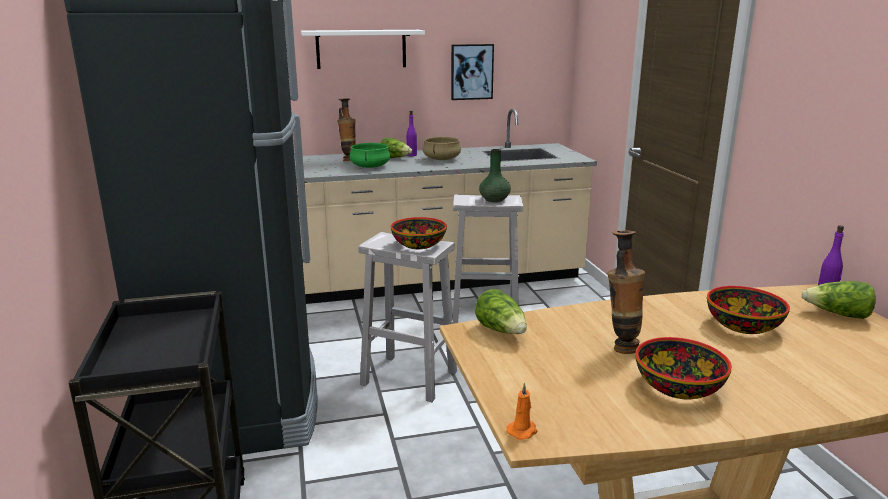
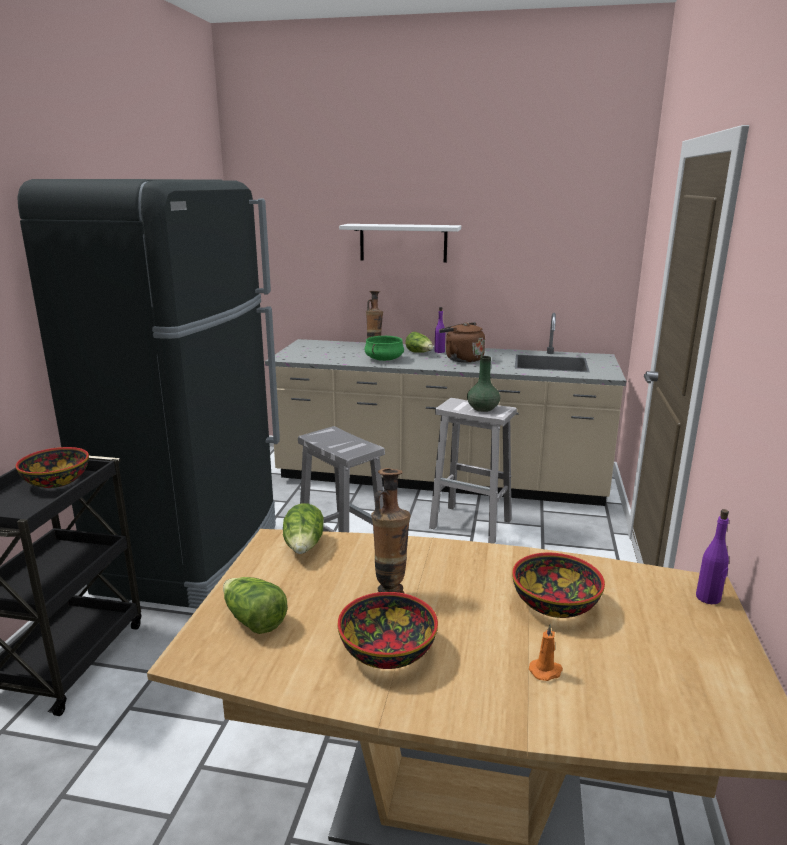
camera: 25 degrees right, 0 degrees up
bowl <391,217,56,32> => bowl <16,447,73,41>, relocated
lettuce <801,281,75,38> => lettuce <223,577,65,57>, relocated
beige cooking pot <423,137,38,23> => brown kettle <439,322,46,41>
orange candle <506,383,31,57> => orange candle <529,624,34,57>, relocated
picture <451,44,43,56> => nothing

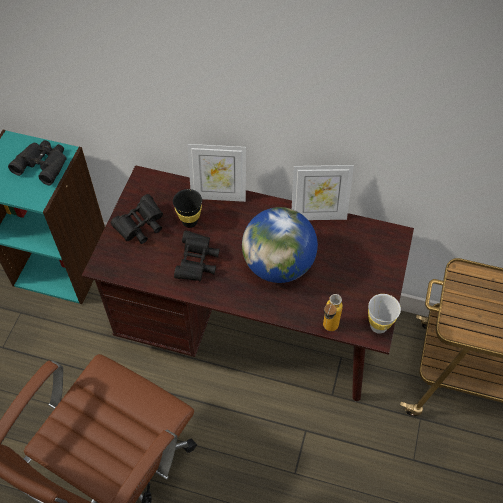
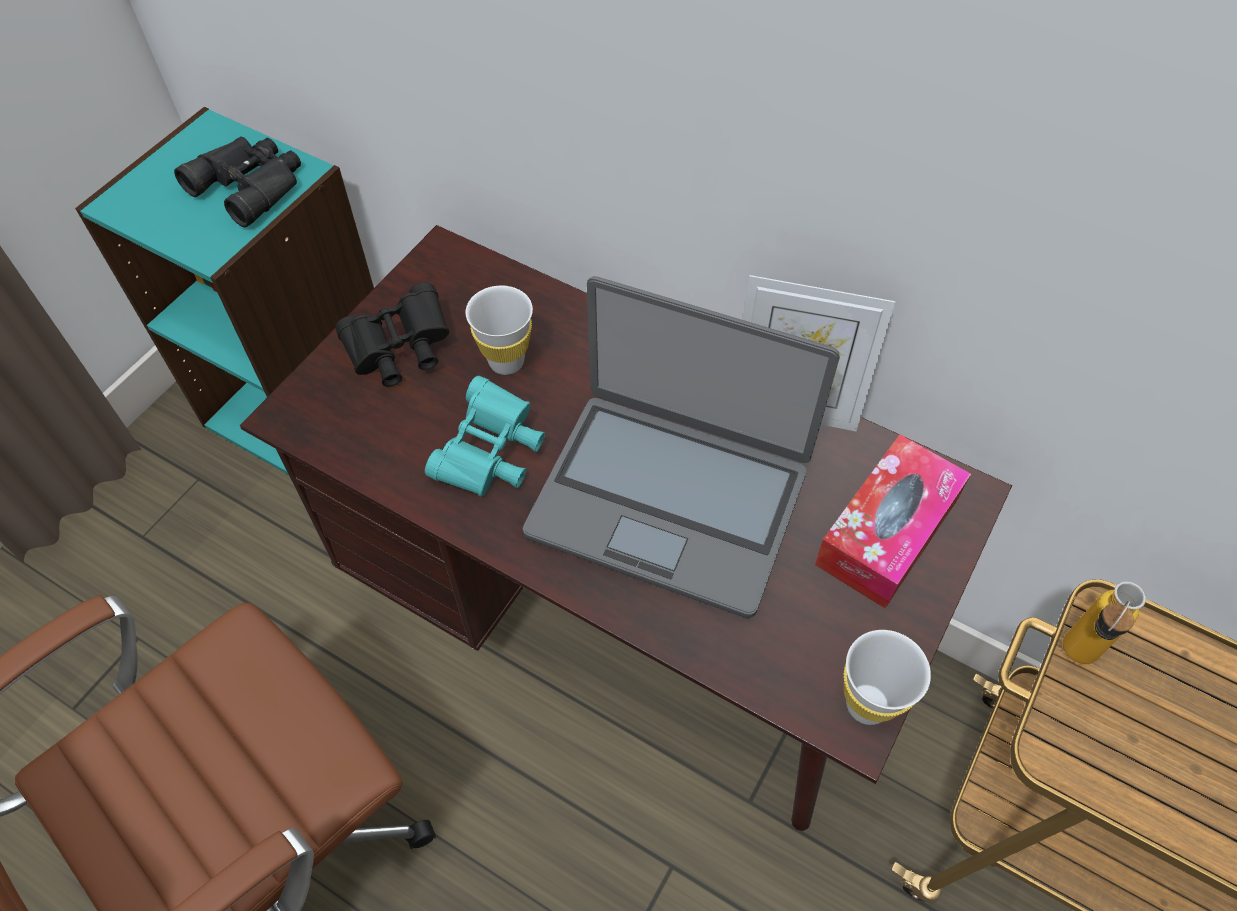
camera: 15 degrees right, 0 degrees up
black binoculars <174,231,46,50> => turquoise binoculars <425,376,120,121>
black cup <173,189,29,39> => white cup <466,286,67,89>
globe <242,207,76,76> => laptop <523,276,317,342>
nothing => tissue box <814,434,157,174>
bottle <323,294,20,37> => bottle <1063,581,83,83>, relocated
picture frame <187,144,59,58> => nothing

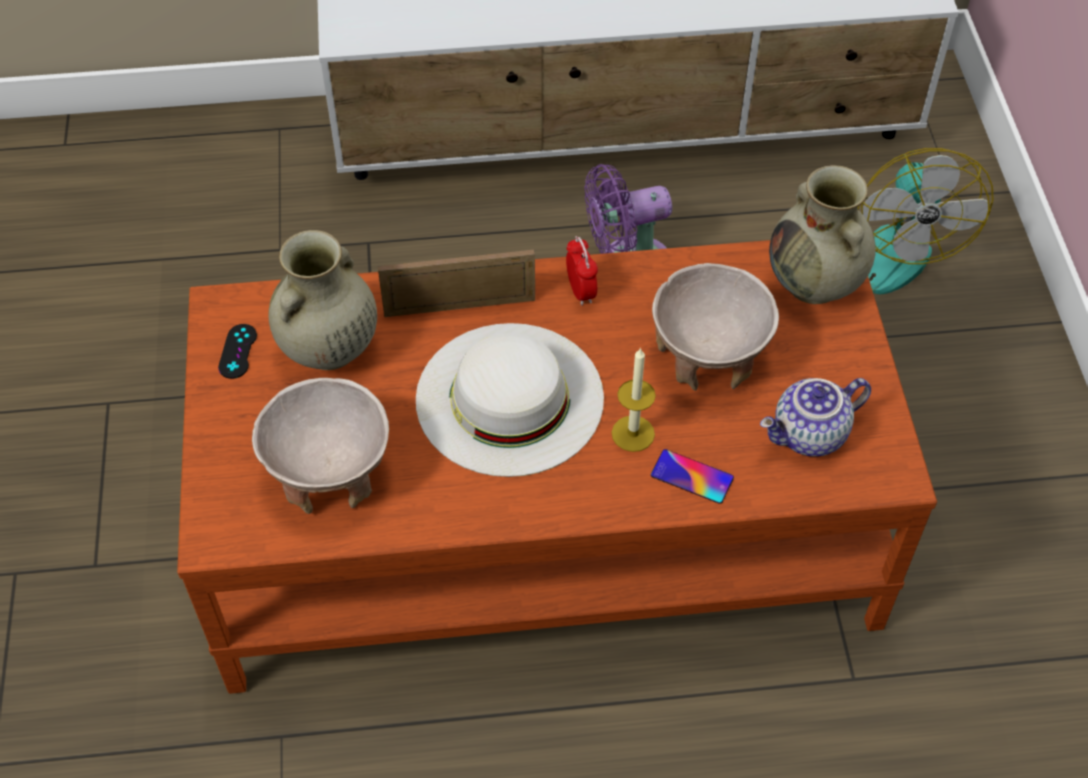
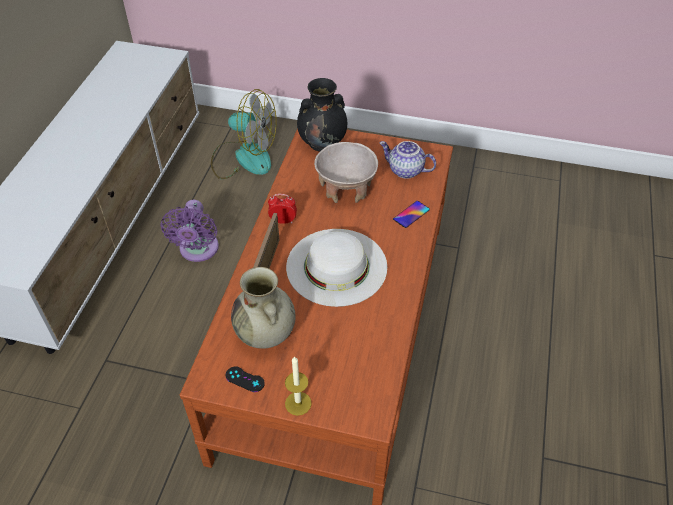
camera: 70 degrees left, 5 degrees down
candle <612,347,44,105> => candle <285,356,27,60>, relocated
beige vase <769,165,107,139> => black vase <297,78,50,74>
teapot <760,378,111,79> => teapot <380,141,56,38>, 120 degrees clockwise
beige bowl <252,378,137,136> => nothing

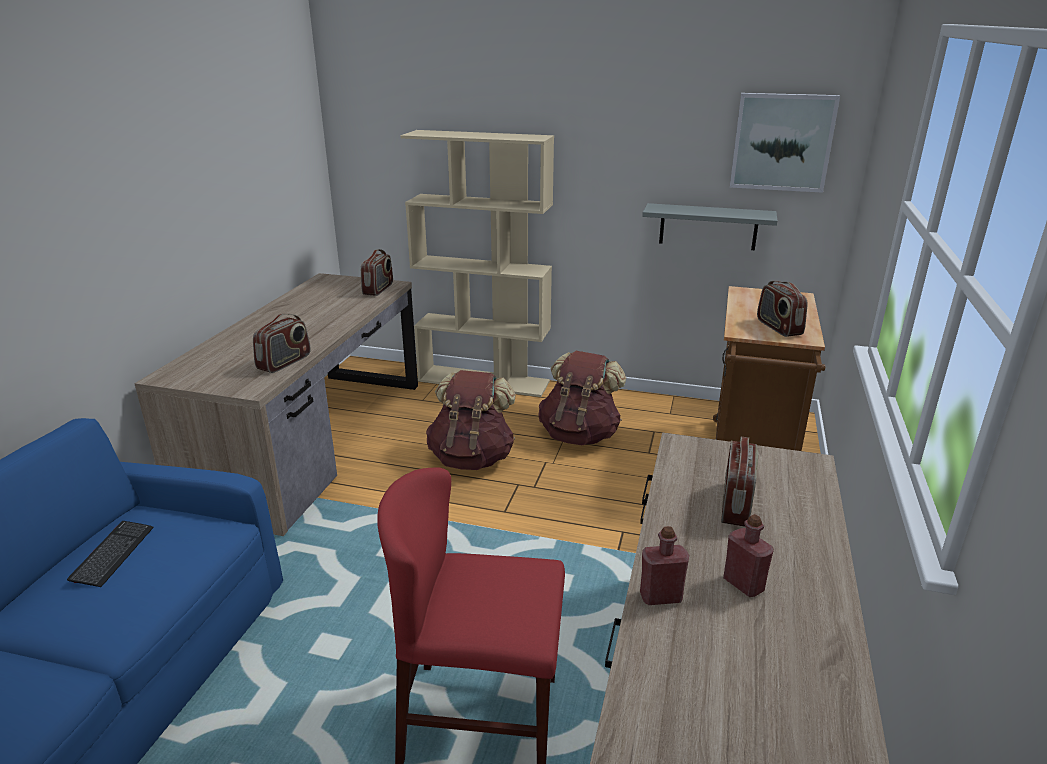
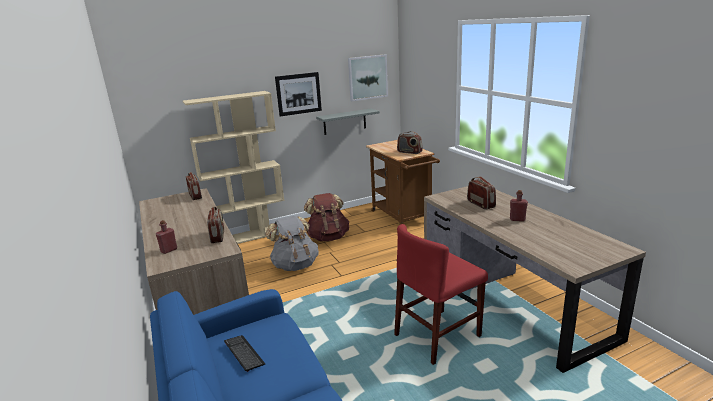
camera: 40 degrees left, 5 degrees down
red bottle <640,526,49,79> => red bottle <156,220,21,34>, relocated
brown backpack <426,370,90,100> => grey backpack <265,216,54,55>
nothing => picture <275,72,47,45>

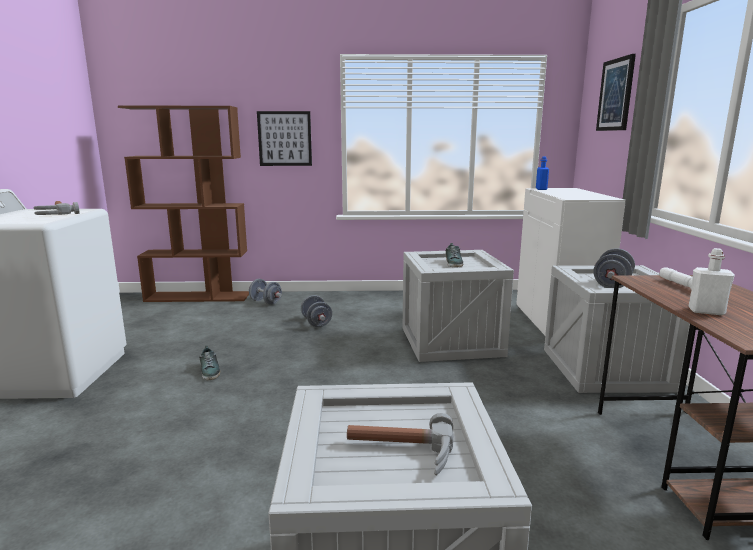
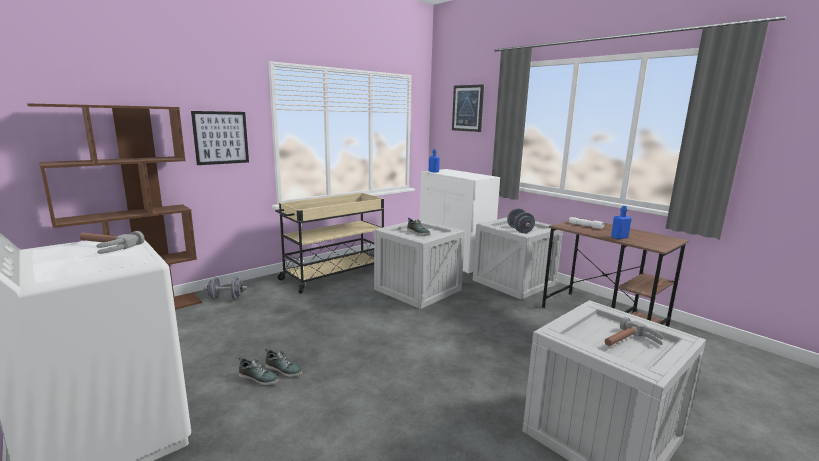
camera: 40 degrees left, 0 degrees up
nothing => shoe <238,357,40,29>
nothing => beige cart <275,193,109,101>
white bottle <689,248,46,67> => blue bottle <611,206,21,33>
grey dumbbell <301,295,31,32> => nothing

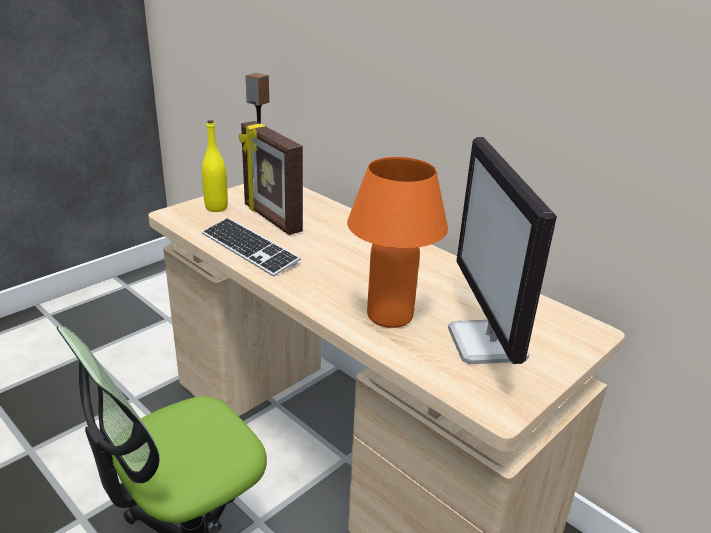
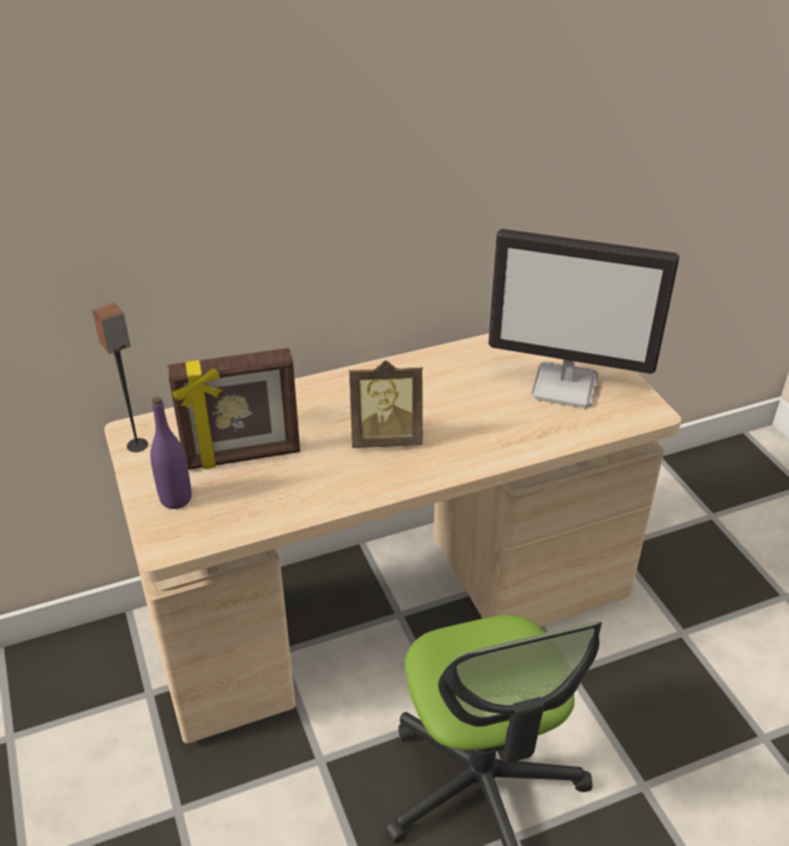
camera: 65 degrees left, 10 degrees up
yellow bottle <202,120,26,92> => purple bottle <150,397,42,112>
nothing => picture frame <349,360,74,88>
keyboard <202,218,99,59> => nothing
orange table lamp <347,157,101,171> => nothing

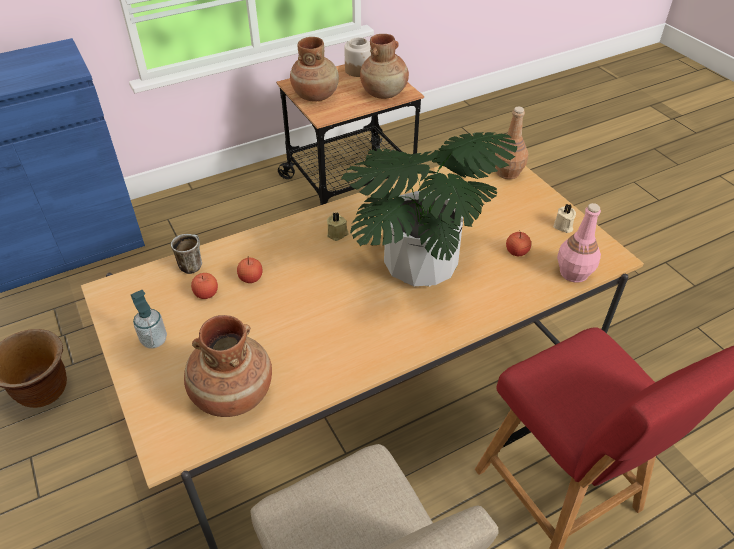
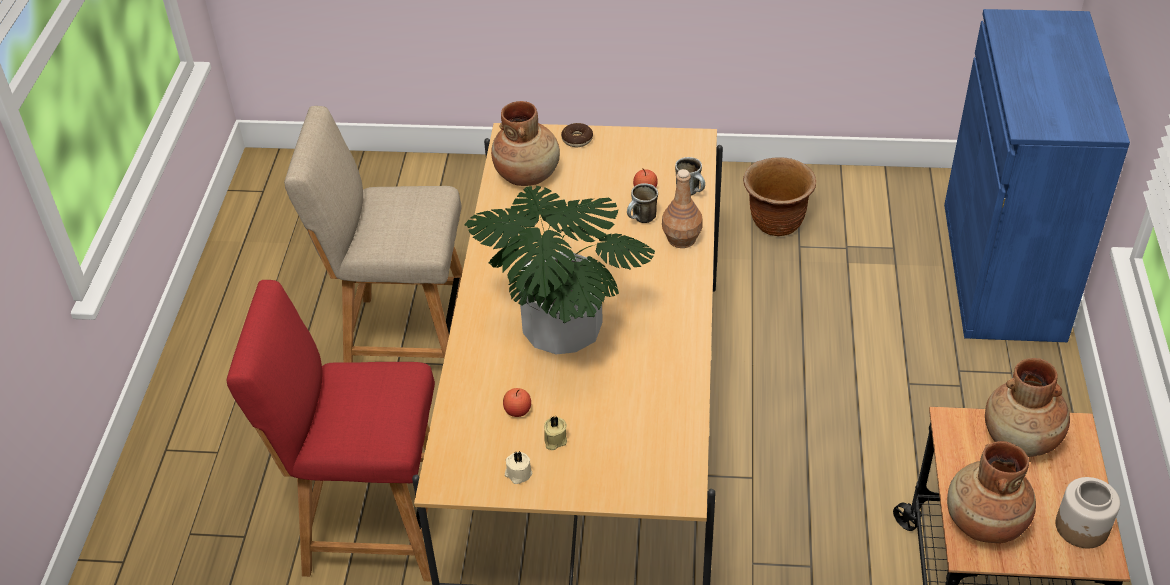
camera: 125 degrees right, 0 degrees up
beige candle <327,212,22,29> => beige candle <544,416,23,34>, relocated
nothing => donut <561,123,32,24>
apple <237,256,25,27> => mug <627,183,31,40>
brown bottle <495,107,33,72> => brown bottle <662,169,41,79>, relocated
soap dispenser <131,290,36,59> => nothing
pink bottle <557,203,44,80> => nothing

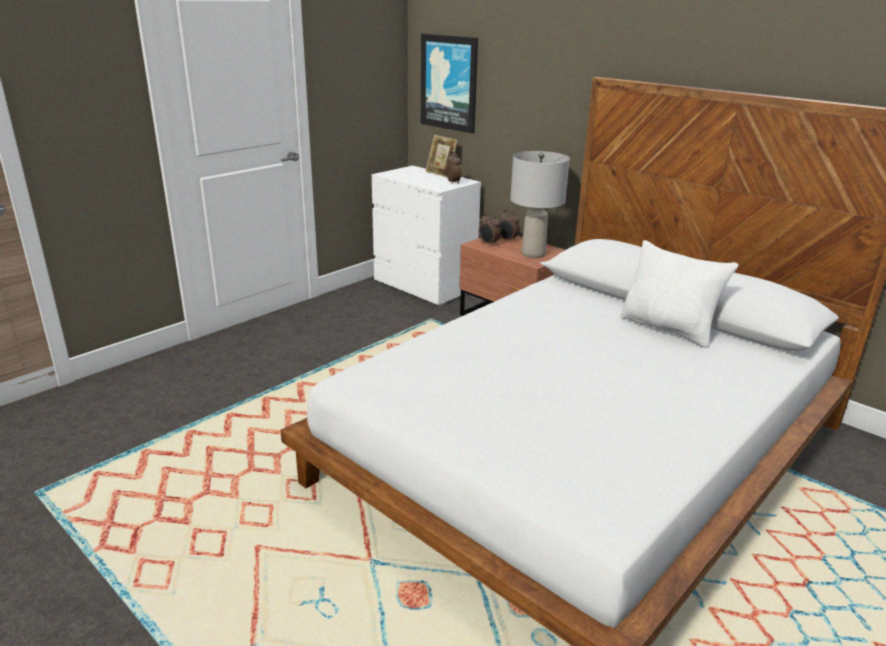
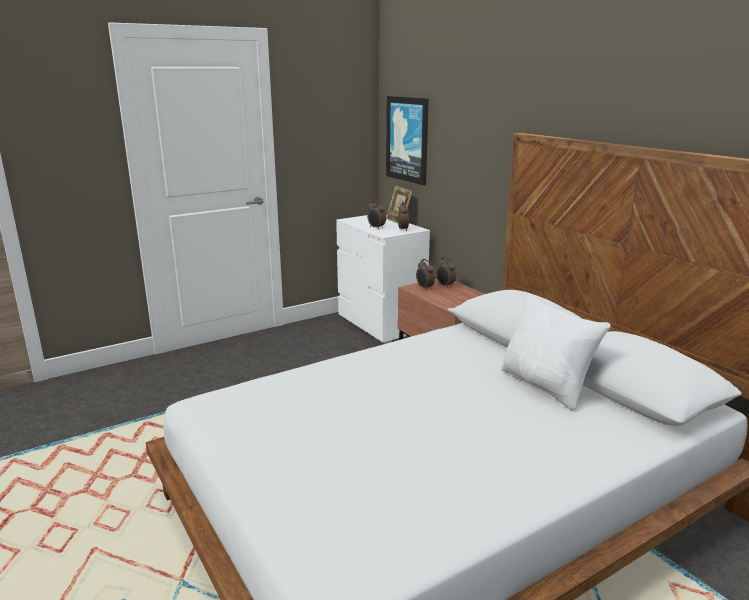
camera: 15 degrees right, 5 degrees down
nothing => alarm clock <367,200,19,29>
grey table lamp <510,151,60,107> => nothing

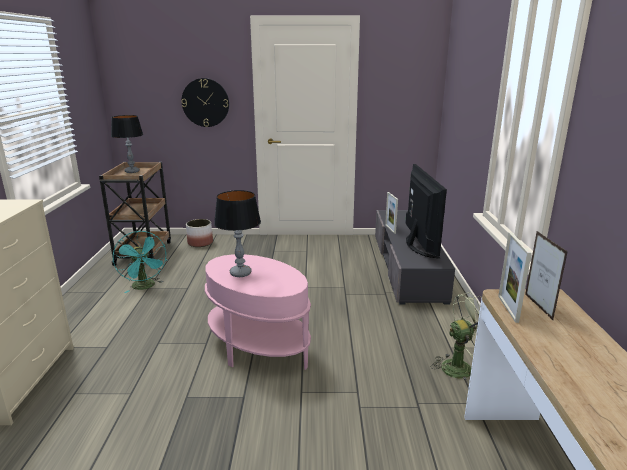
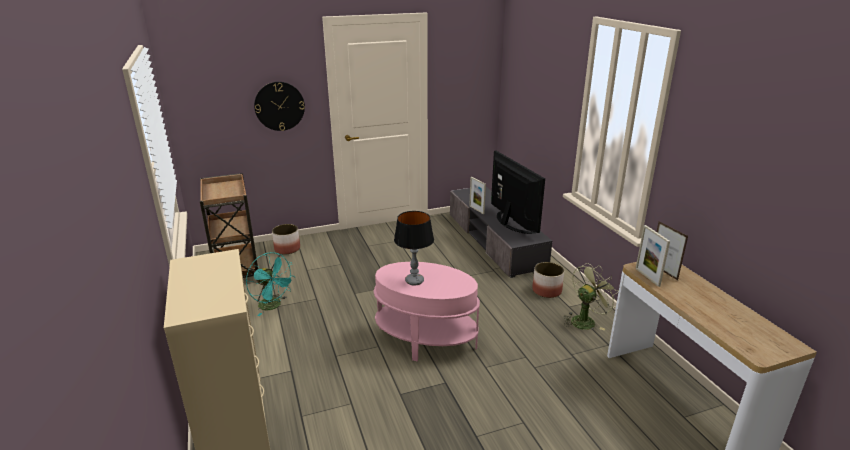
camera: 20 degrees left, 5 degrees up
nothing => planter <532,262,32,36>
table lamp <111,115,32,58> => nothing

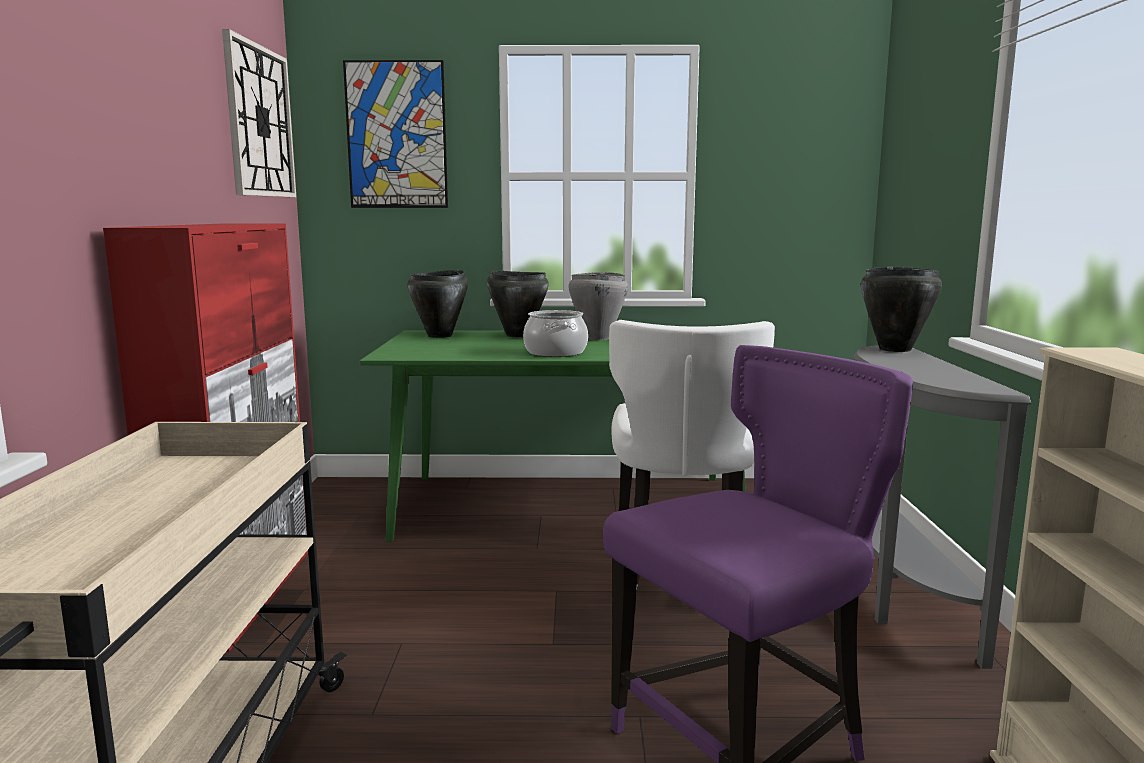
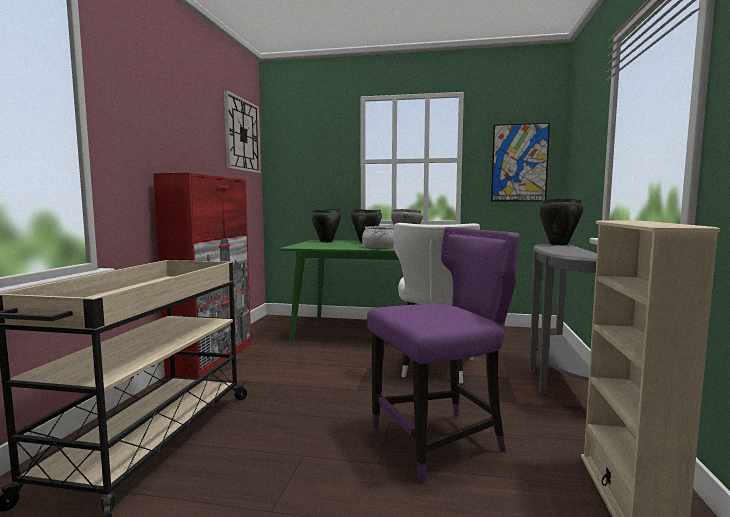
camera: 10 degrees right, 5 degrees down
picture <343,60,105,148> => picture <491,123,59,79>, relocated

